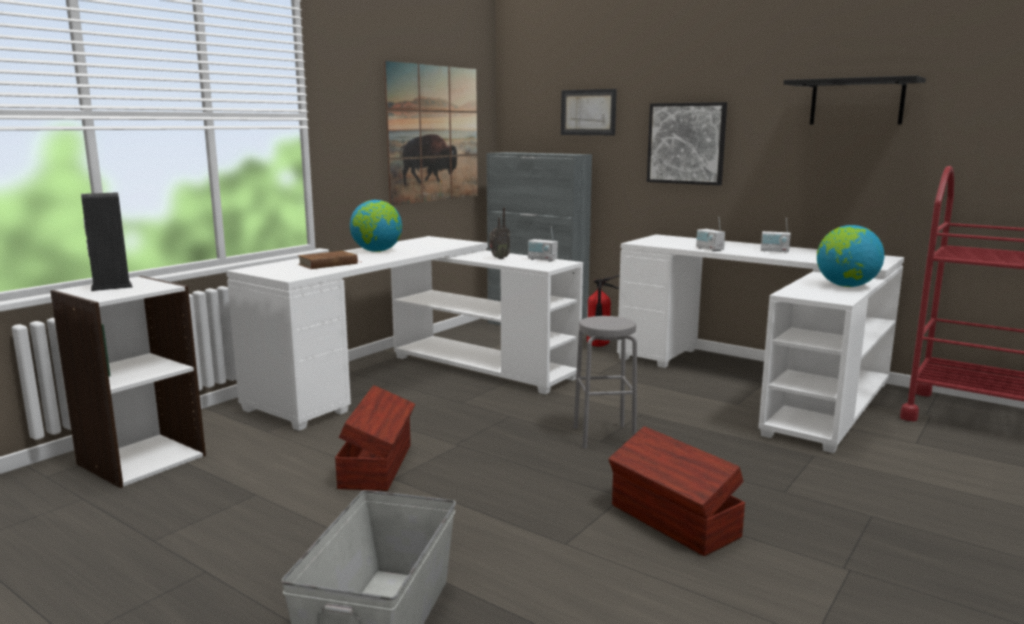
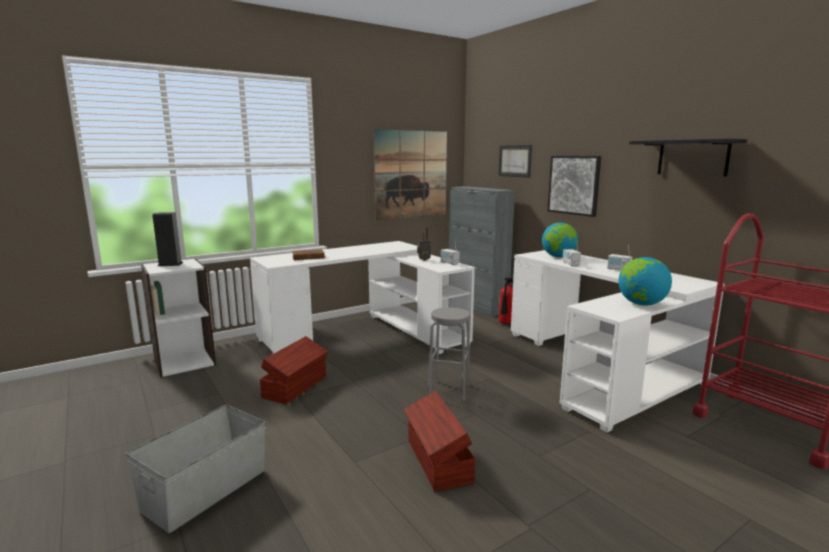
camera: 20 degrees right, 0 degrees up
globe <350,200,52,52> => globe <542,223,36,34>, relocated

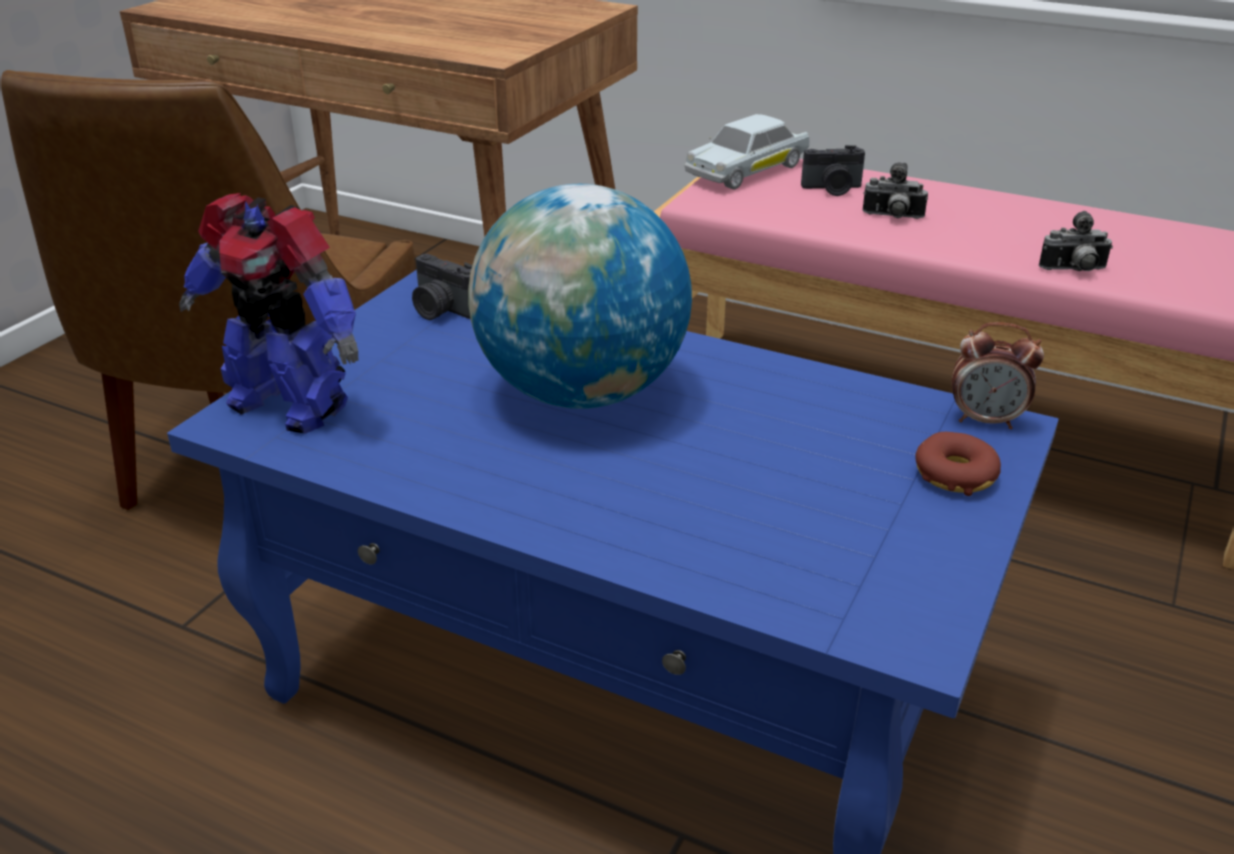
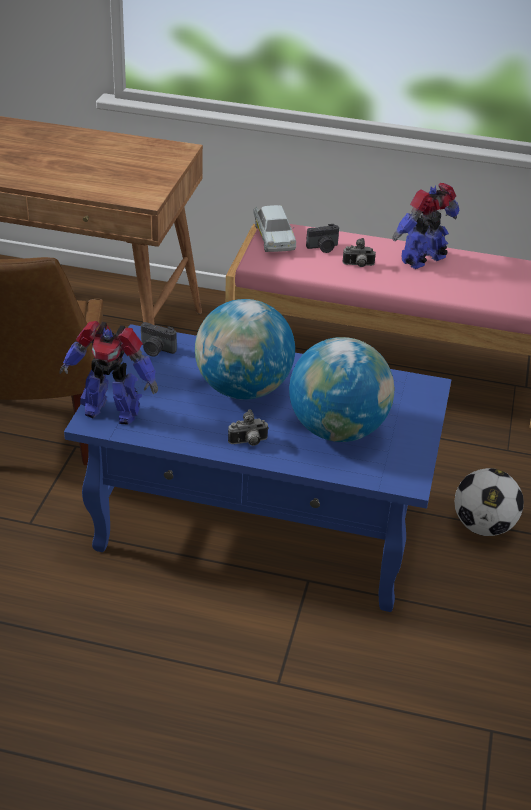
camera: 15 degrees left, 5 degrees up
photo camera <1039,211,74,60> => photo camera <228,409,41,37>, relocated
white toy car <684,114,125,75> => white toy car <253,205,43,47>, 45 degrees counterclockwise
nothing => globe <289,337,105,105>
nothing => toy robot <392,183,68,86>
nothing => football <455,468,69,68>
donut <915,432,86,64> => nothing
alarm clock <952,322,92,107> => nothing

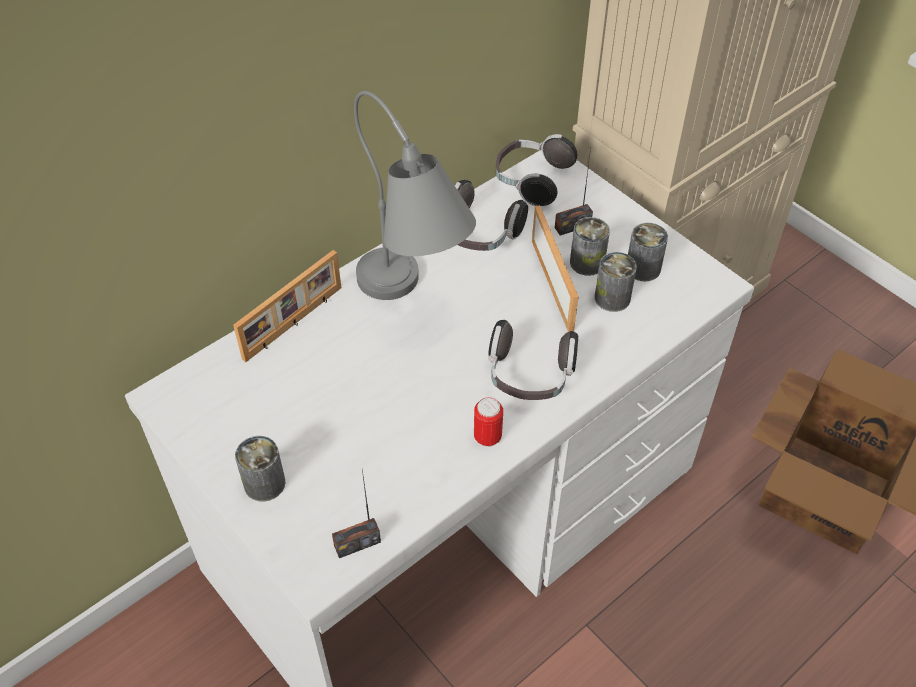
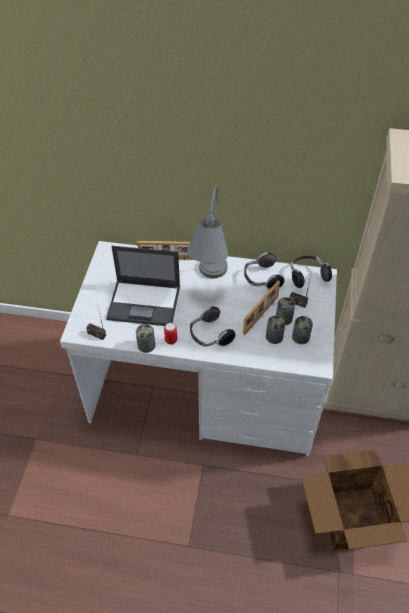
camera: 50 degrees right, 0 degrees up
nothing => laptop <106,246,74,80>
can <235,436,51,66> => can <136,324,19,29>, relocated

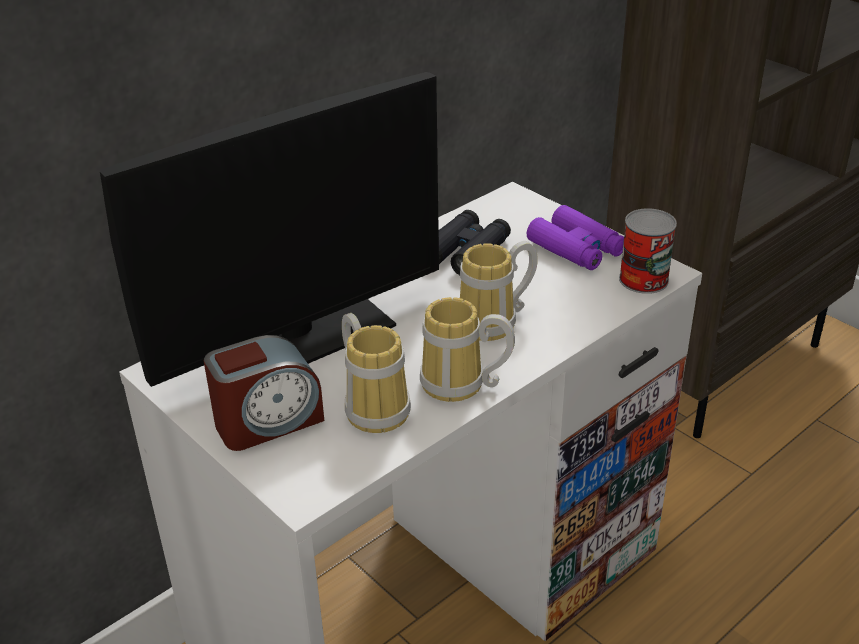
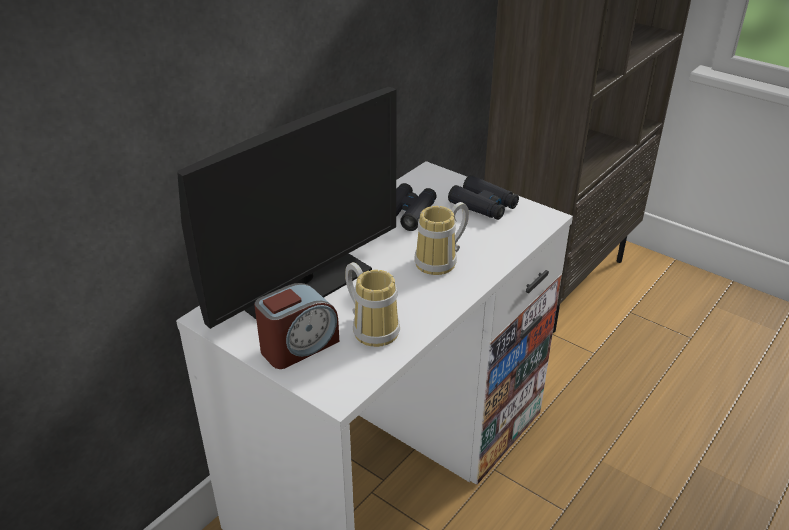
camera: 10 degrees left, 0 degrees up
purple binoculars <527,205,97,65> => black binoculars <448,175,71,45>
mug <420,297,95,105> => nothing
can <619,208,58,86> => nothing

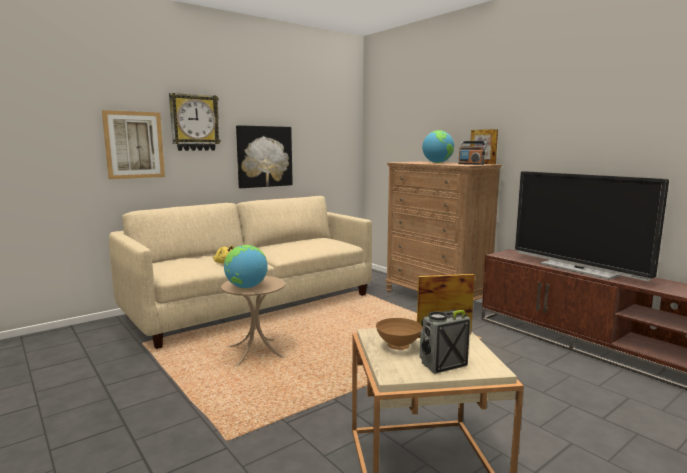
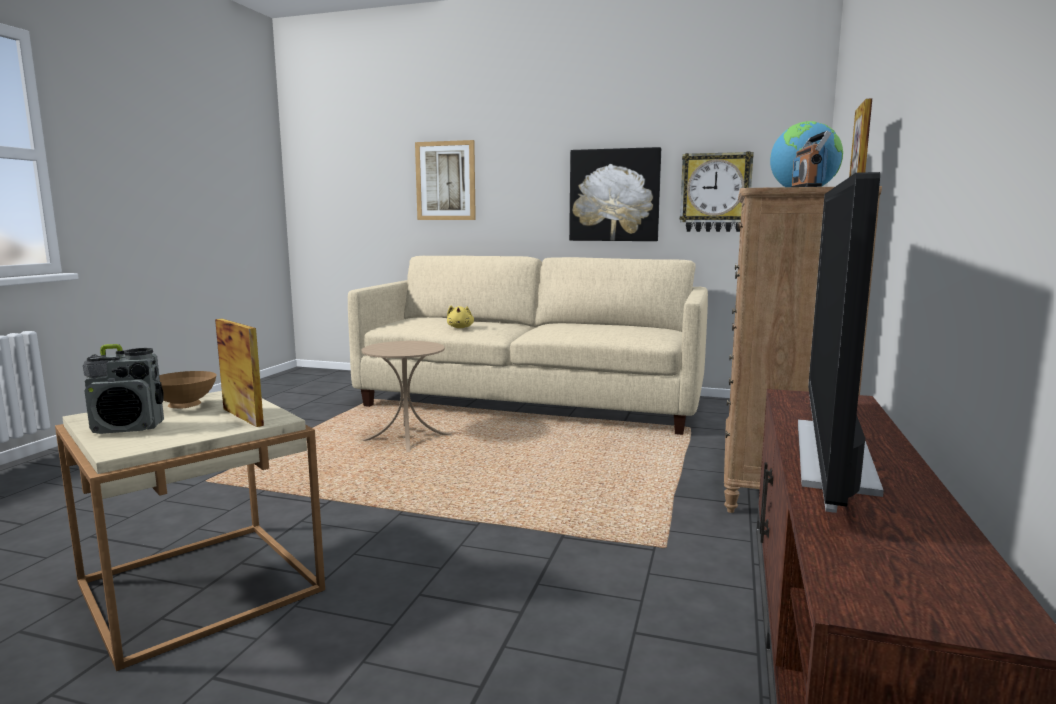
camera: 55 degrees right, 0 degrees up
radio <420,310,50,64> => radio <83,344,81,90>, 135 degrees clockwise
wall clock <169,93,52,58> => wall clock <680,152,74,80>, relocated
globe <224,245,44,43> => nothing

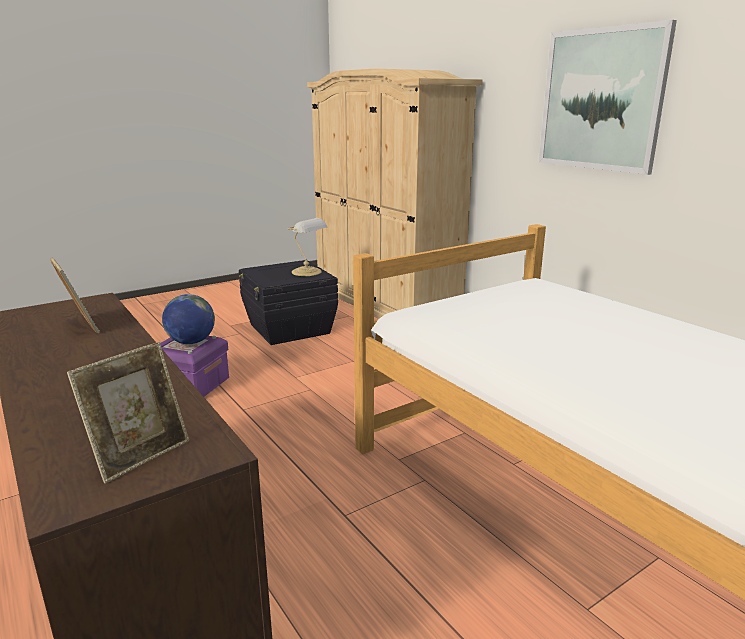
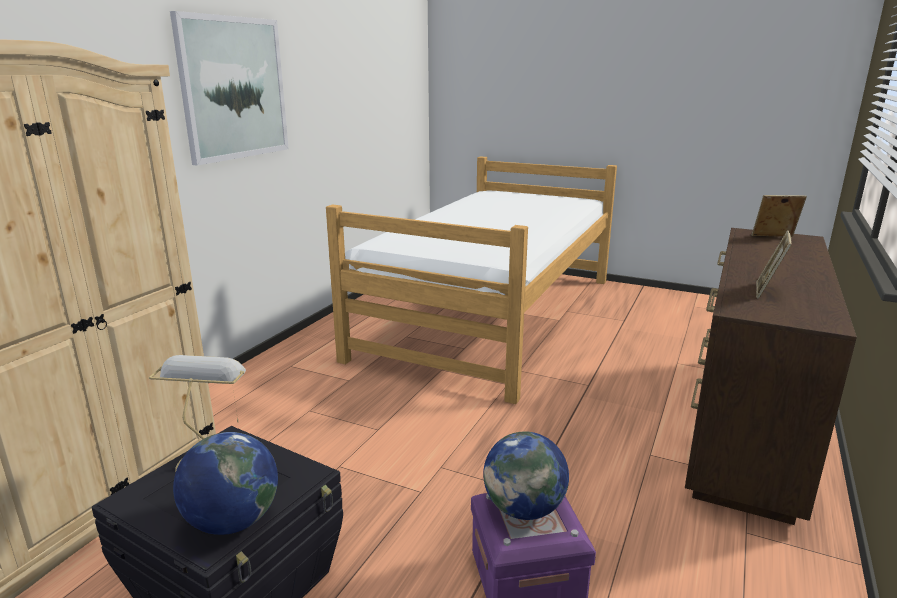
camera: 120 degrees left, 0 degrees up
nothing => globe <173,432,105,103>

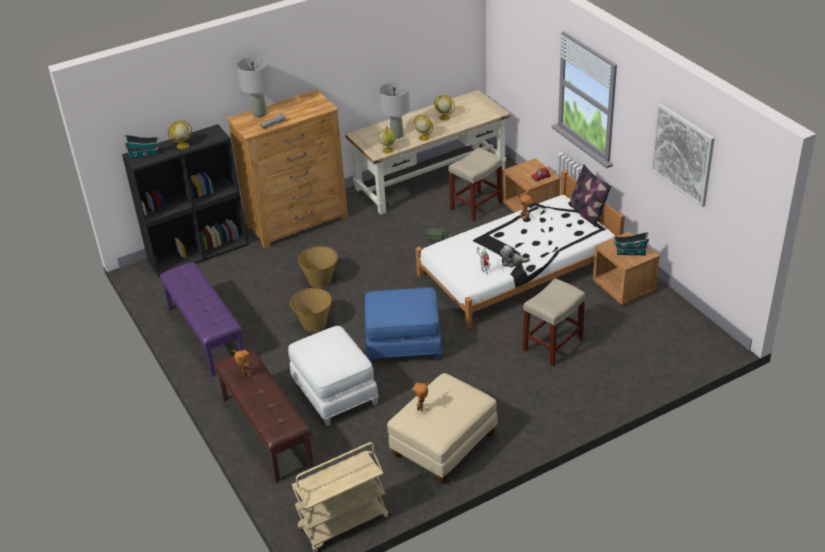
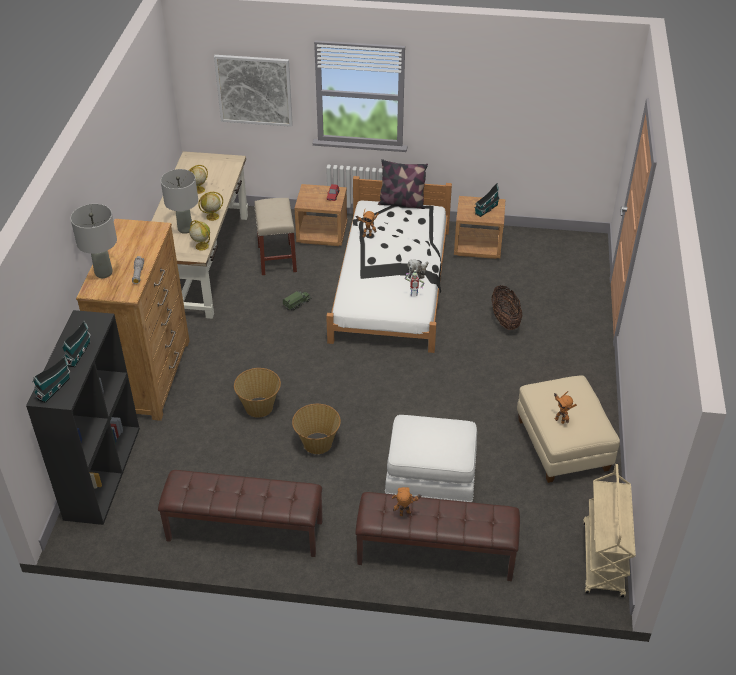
camera: 55 degrees left, 5 degrees up
globe <168,120,24,29> => toy house <61,321,30,47>
purple bench <160,262,84,115> => brown bench <158,470,165,87>
picture <651,103,64,104> => picture <214,55,79,72>, relocated
beige stool <523,278,63,88> => basket <491,286,31,44>
blue ottoman <364,288,78,77> => nothing

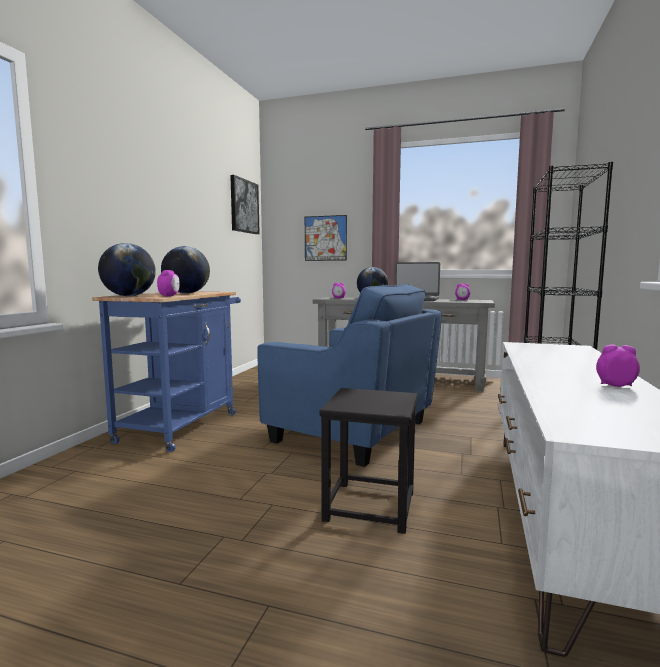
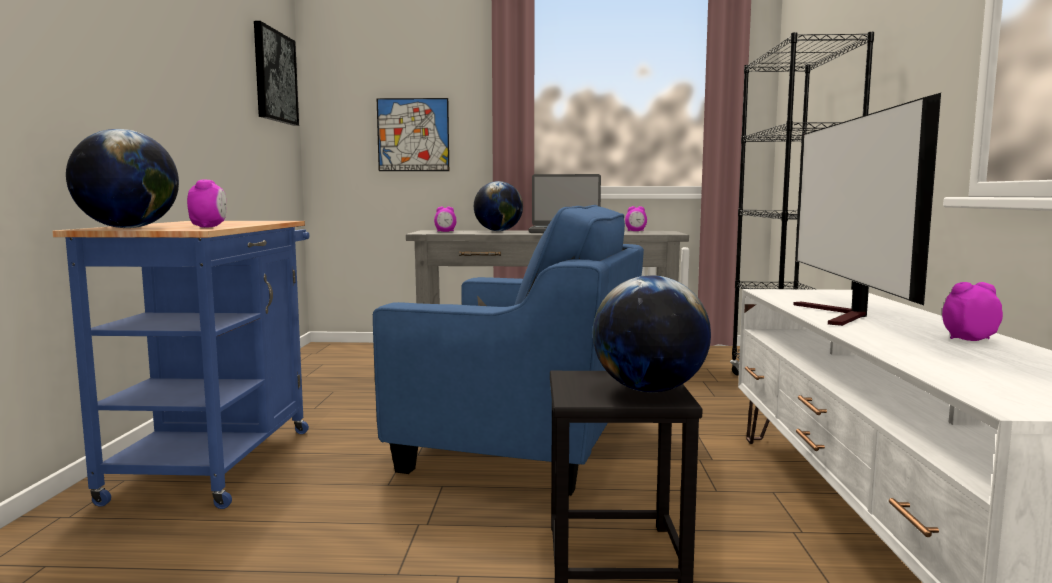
camera: 15 degrees left, 0 degrees up
globe <161,246,49,48> => globe <593,275,118,117>, relocated
nothing => television <793,93,148,233>

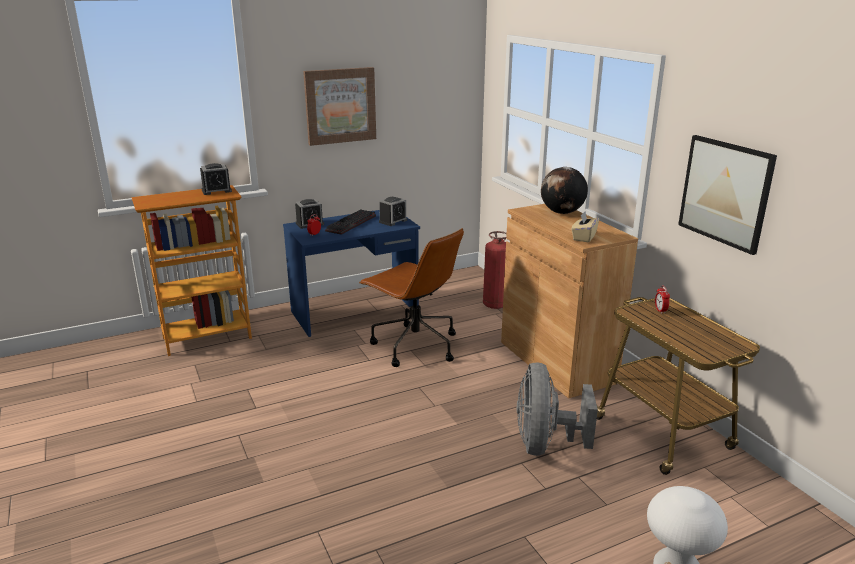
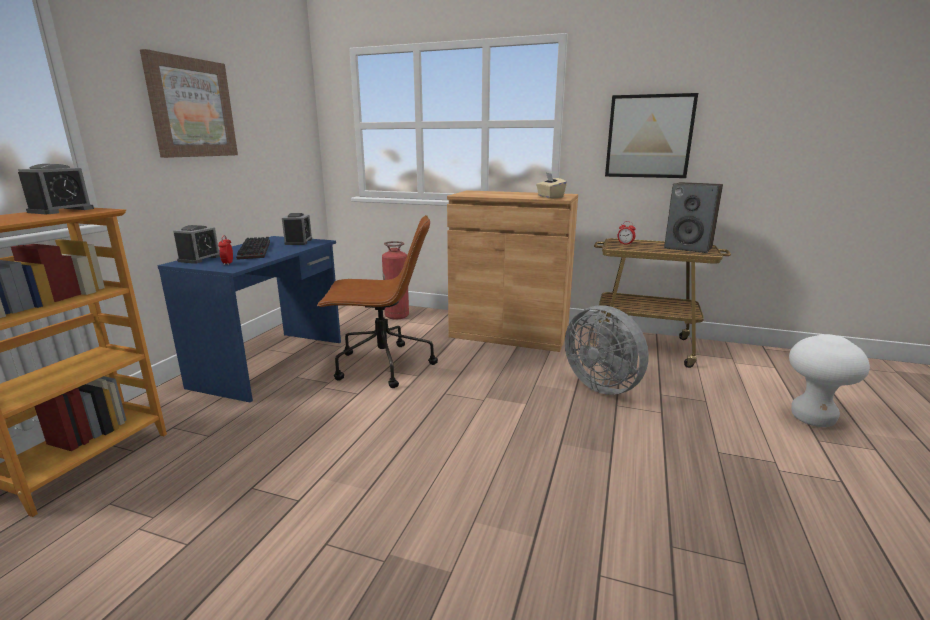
camera: 45 degrees left, 5 degrees down
nothing => speaker <664,182,59,71>
globe <541,167,47,47> => nothing

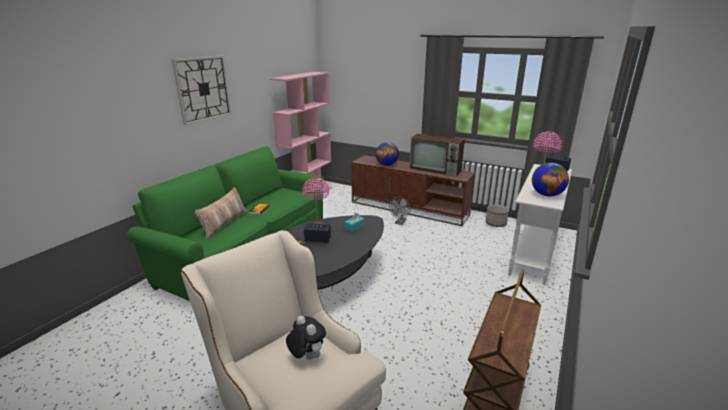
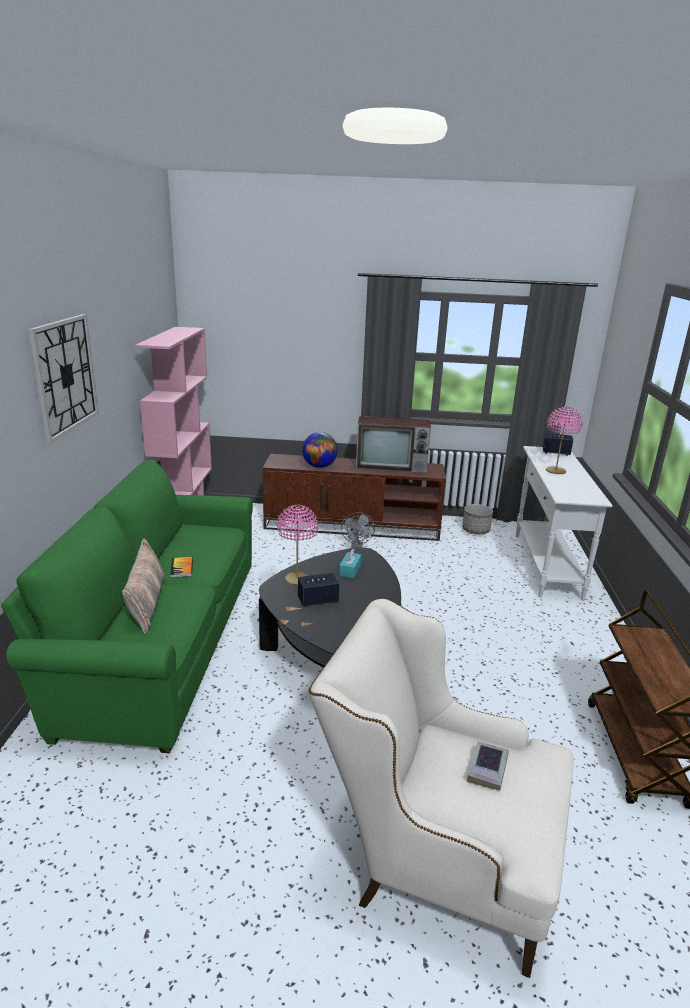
camera: 25 degrees left, 0 degrees up
plush toy <286,316,40,44> => book <467,741,42,50>
globe <532,163,37,34> => nothing

